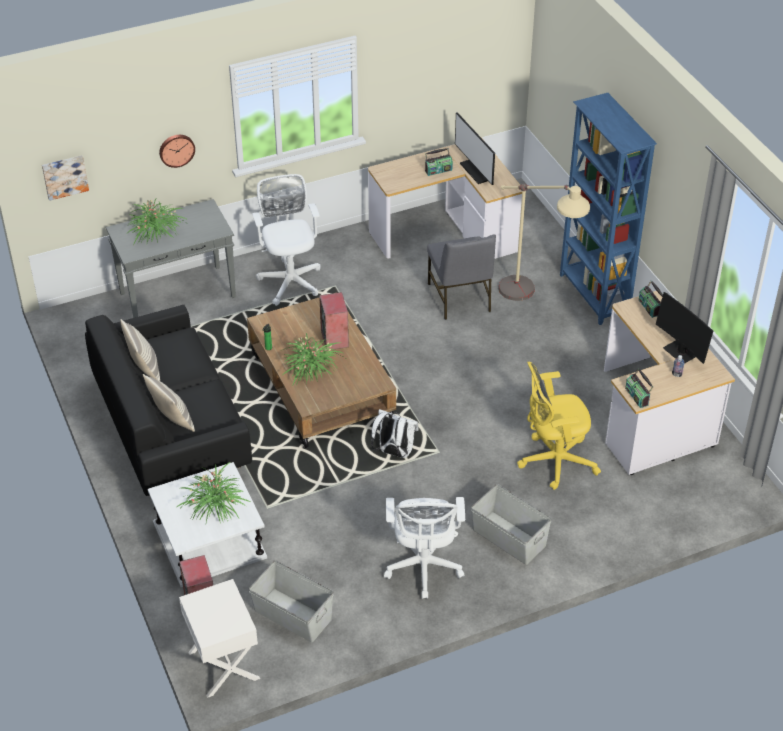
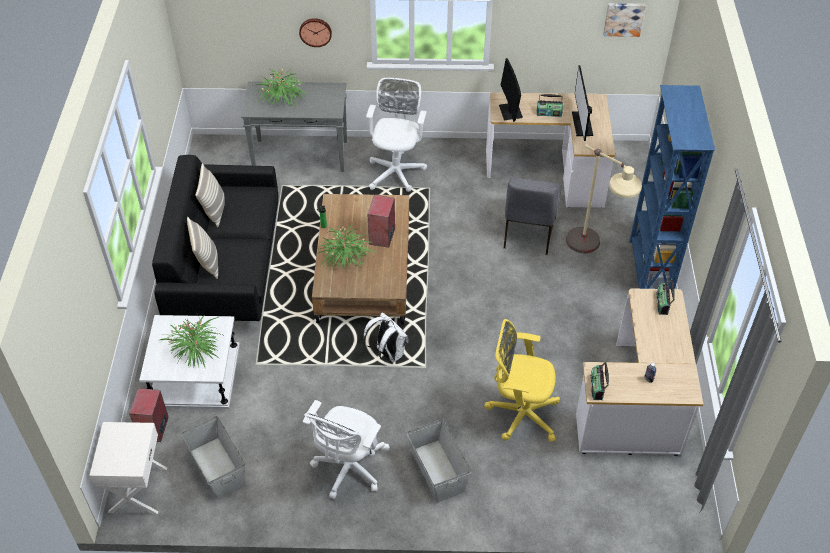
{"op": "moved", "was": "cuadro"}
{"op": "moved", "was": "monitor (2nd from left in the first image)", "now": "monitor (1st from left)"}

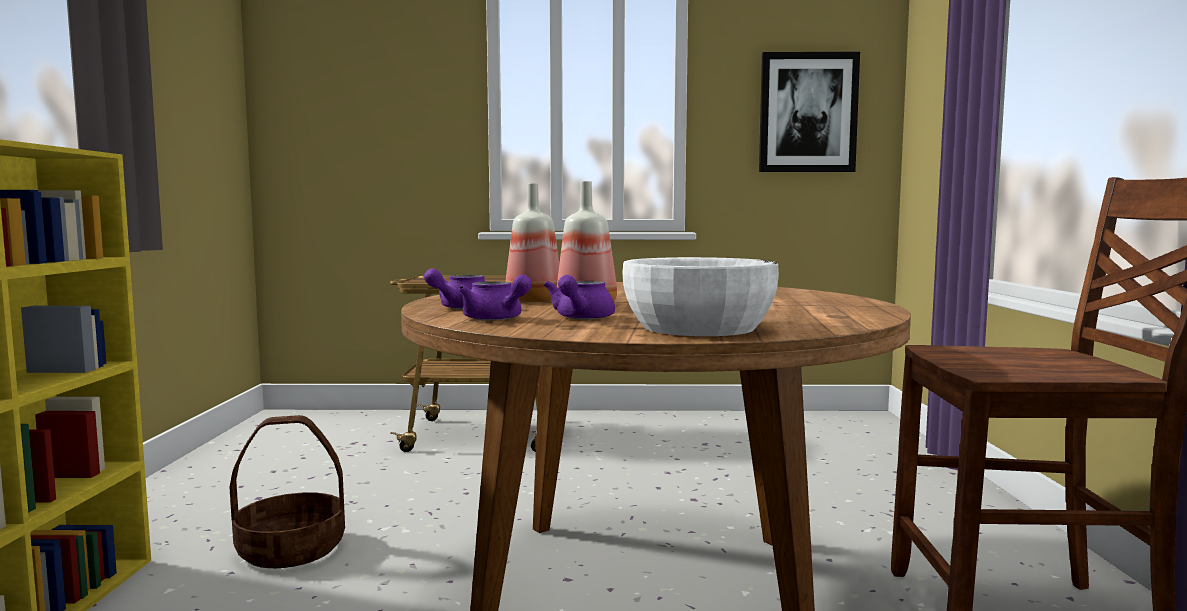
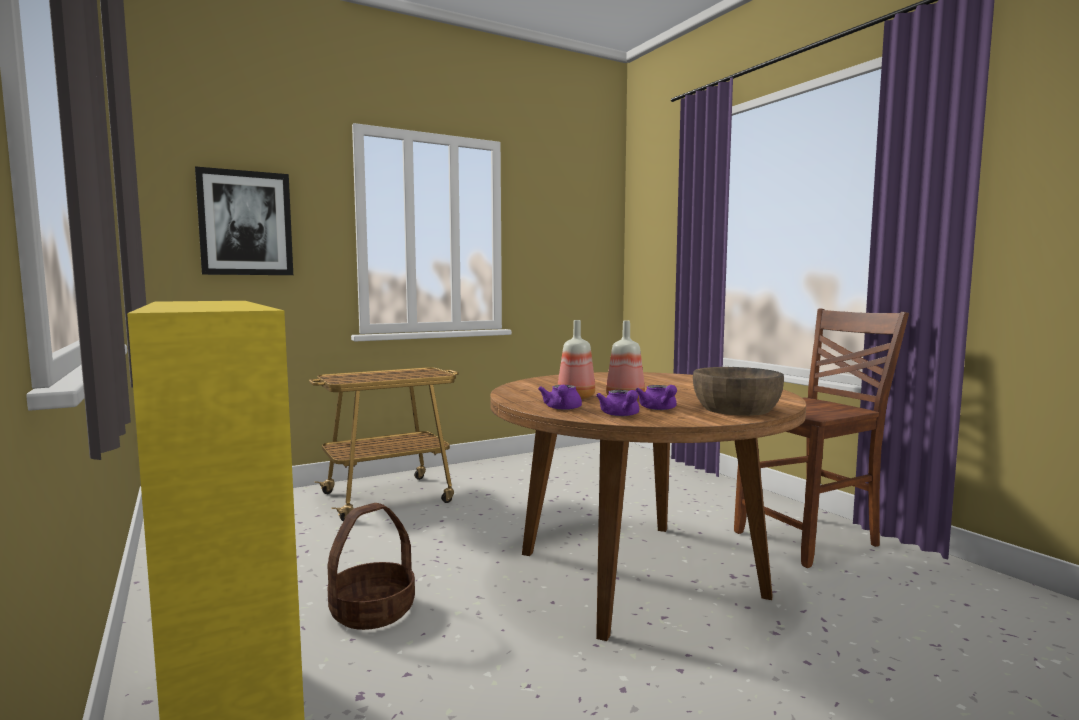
{"op": "moved", "was": "cuadro"}
{"op": "recoloured", "was": "cuenco/blanco", "now": "cuenco/marrón"}
{"op": "turned", "was": "tetera/morado (2nd from left)", "clockwise": 60}

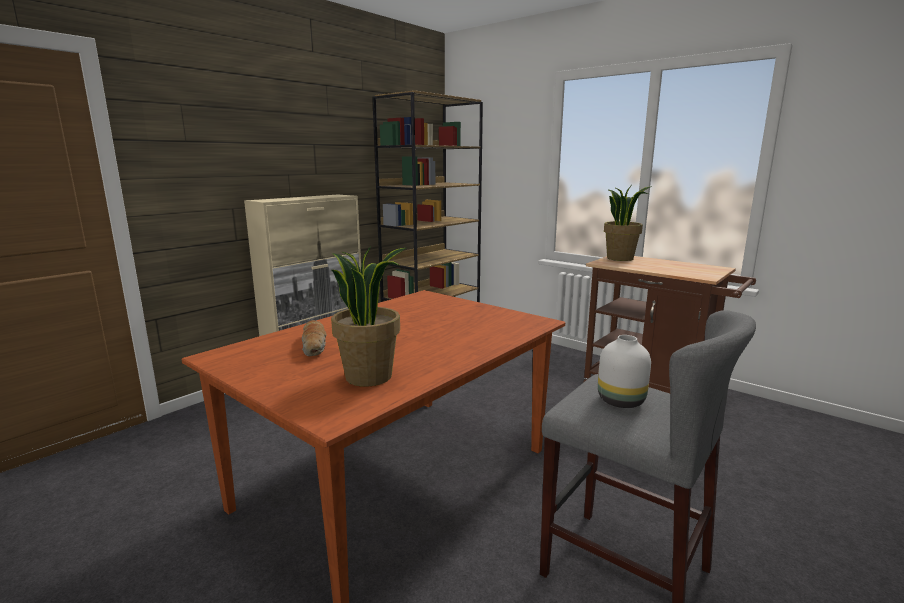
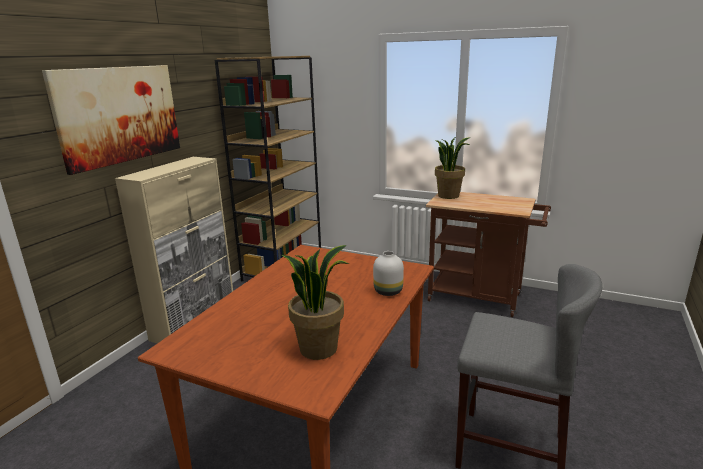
{"op": "removed", "was": "pan"}
{"op": "added", "now": "cuadro"}
{"op": "moved", "was": "florero/blanco"}

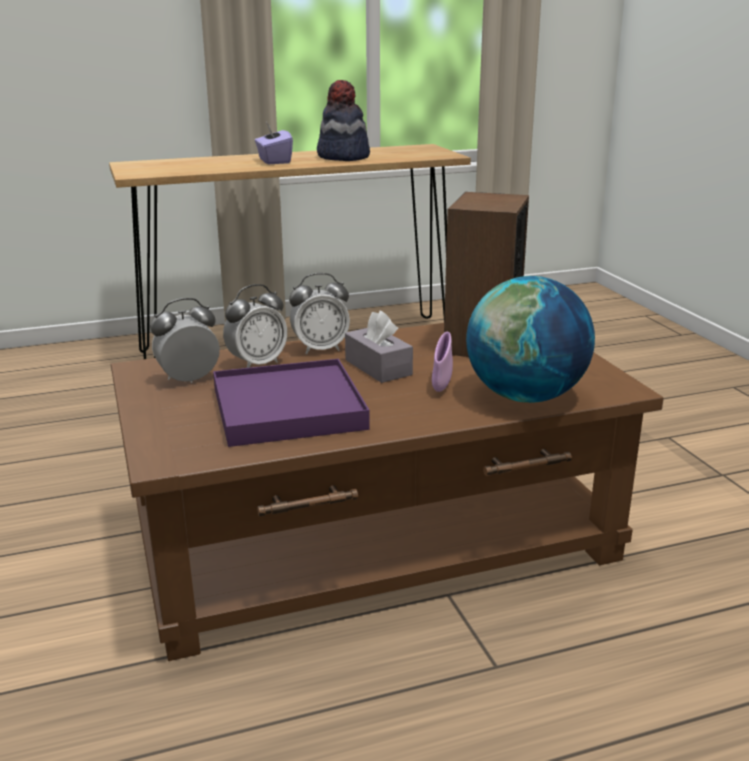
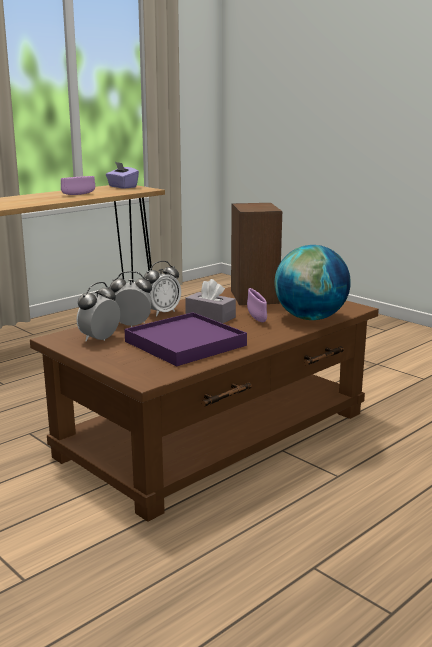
{"op": "moved", "was": "caja de pañuelos/morado"}
{"op": "replaced", "was": "sombrero", "now": "cuenco/morado (1st from left)"}
{"op": "turned", "was": "despertador (2nd from left)", "clockwise": -120}

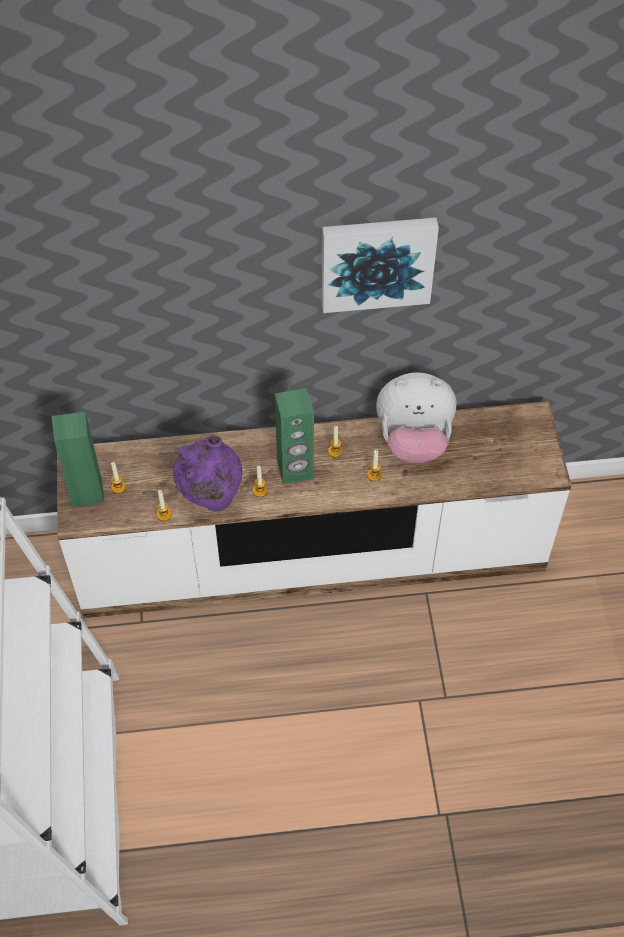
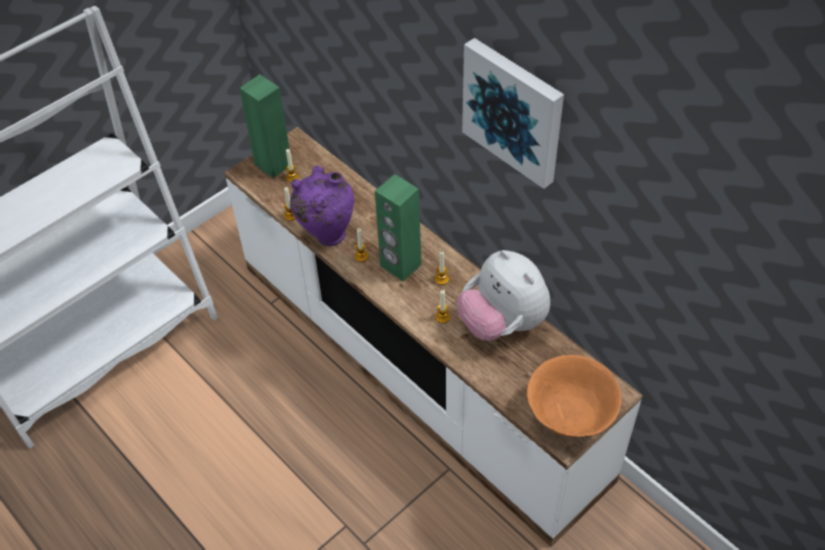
{"op": "added", "now": "cuenco/naranja"}

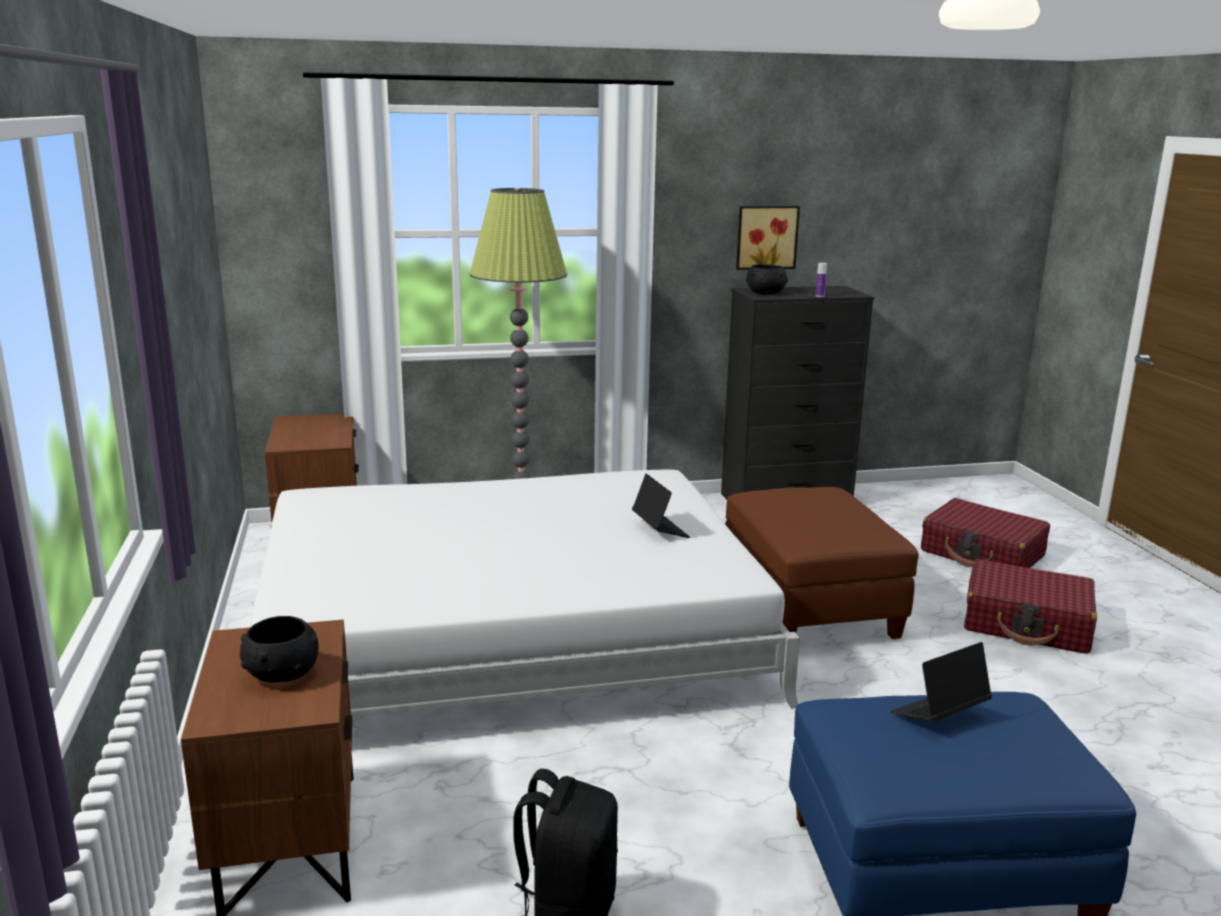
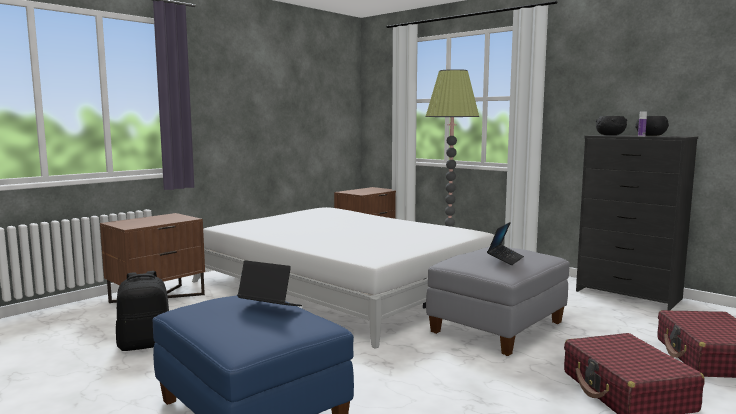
{"op": "removed", "was": "cuadro"}
{"op": "moved", "was": "cuenco/negro (1st from left in the first image)", "now": "cuenco/negro (2nd from left)"}
{"op": "moved", "was": "portátil (1st from left in the first image)", "now": "portátil (2nd from left)"}
{"op": "recoloured", "was": "puf/marrón", "now": "puf/gris"}

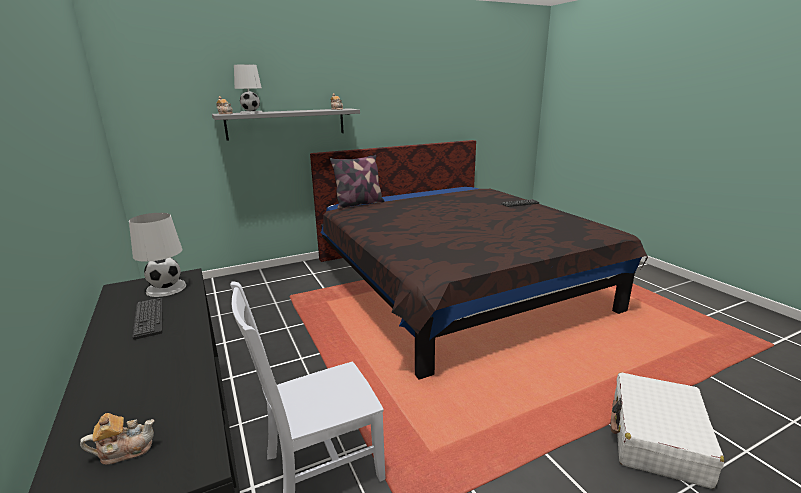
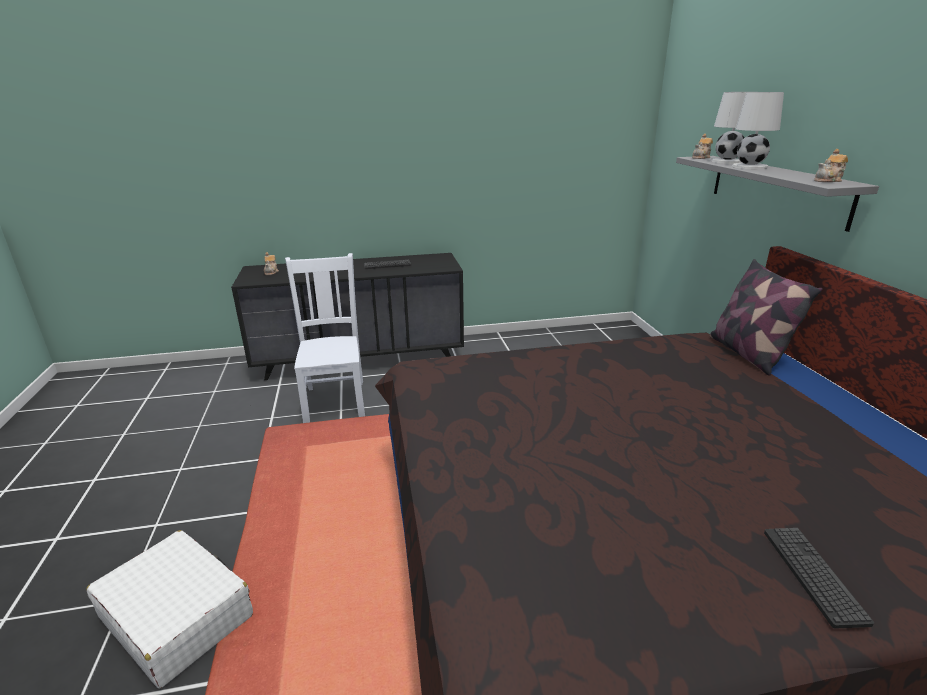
{"op": "moved", "was": "lámpara de mesa/blanco (1st from left in the first image)", "now": "lámpara de mesa/blanco (2nd from left)"}

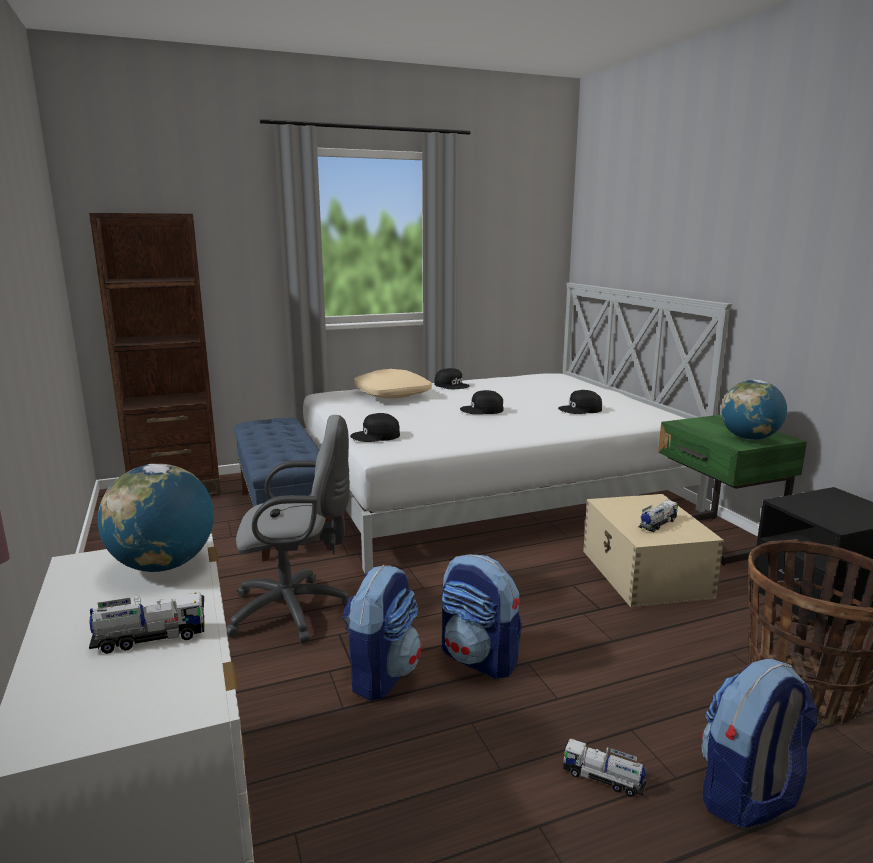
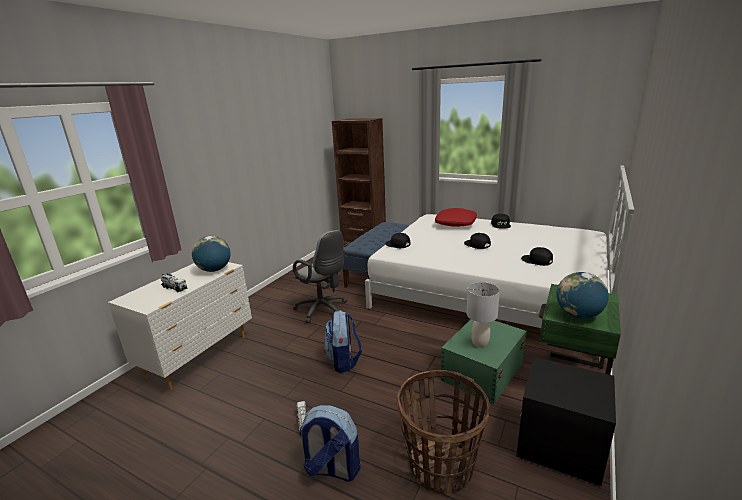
{"op": "removed", "was": "mochila (1st from left)"}
{"op": "replaced", "was": "camión de juguete (3rd from left)", "now": "lámpara de mesa/gris"}
{"op": "recoloured", "was": "cojín/beis", "now": "cojín/rojo"}
{"op": "recoloured", "was": "caja de almacenaje/beis", "now": "caja de almacenaje/verde"}

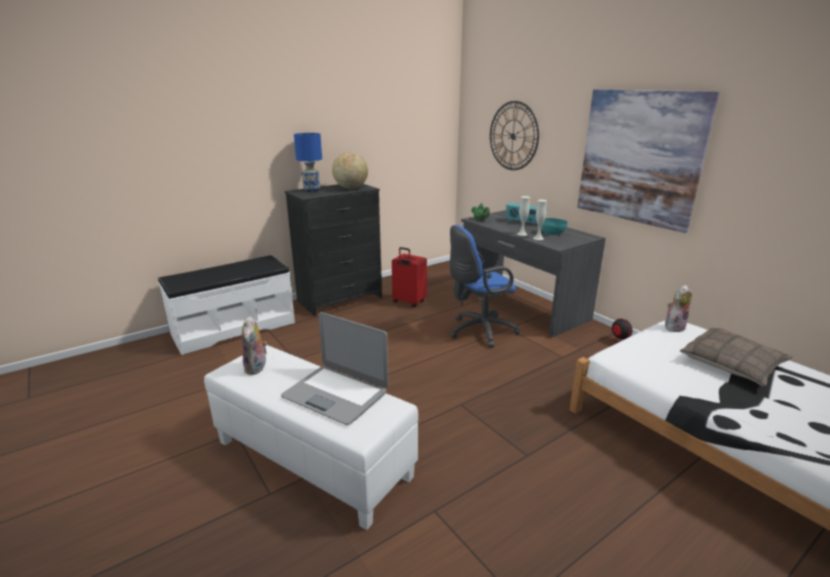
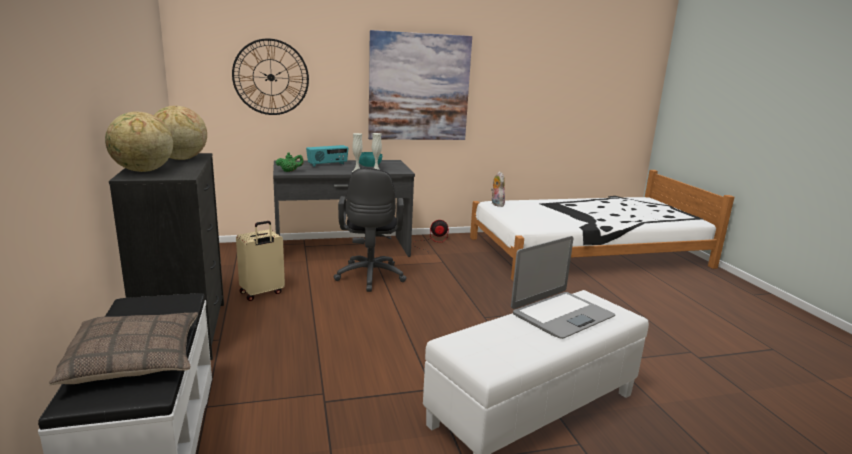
{"op": "removed", "was": "peluche (1st from left)"}
{"op": "moved", "was": "cojín"}
{"op": "replaced", "was": "lámpara de mesa/azul", "now": "globo terráqueo (1st from left)"}
{"op": "recoloured", "was": "maleta/rojo", "now": "maleta/beis"}
{"op": "recoloured", "was": "silla de oficina/azul", "now": "silla de oficina/negro"}

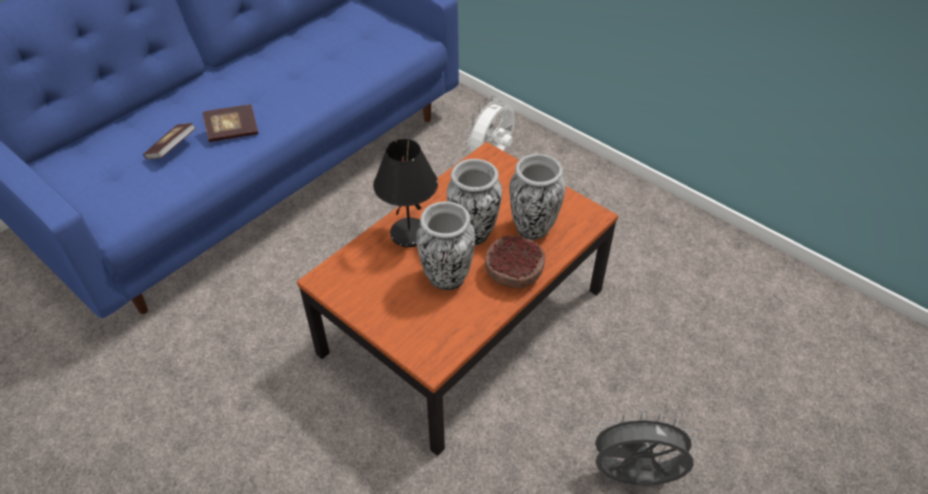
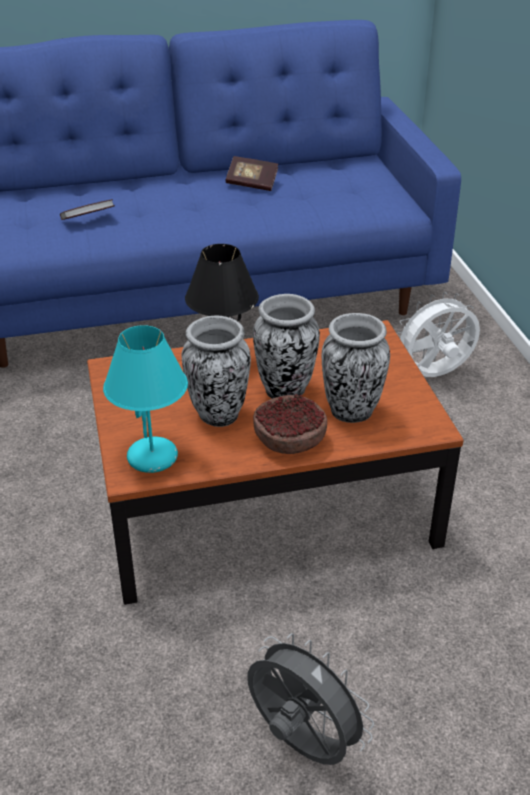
{"op": "added", "now": "lámpara de mesa/turquesa"}
{"op": "moved", "was": "libro (2nd from left)"}

